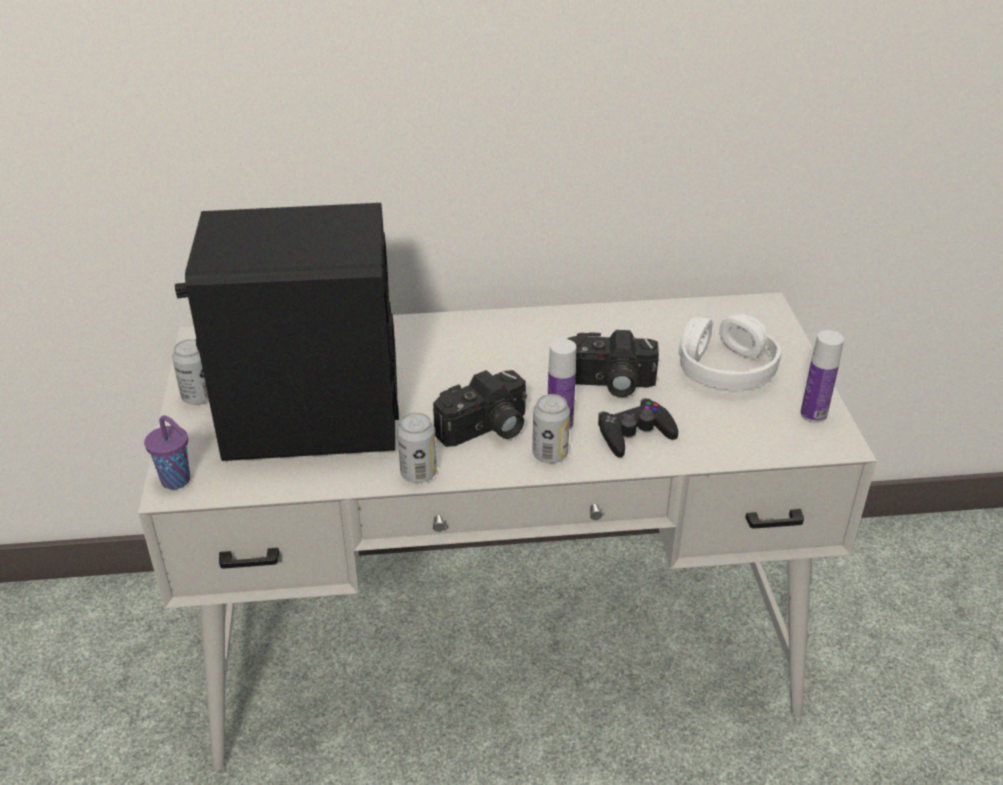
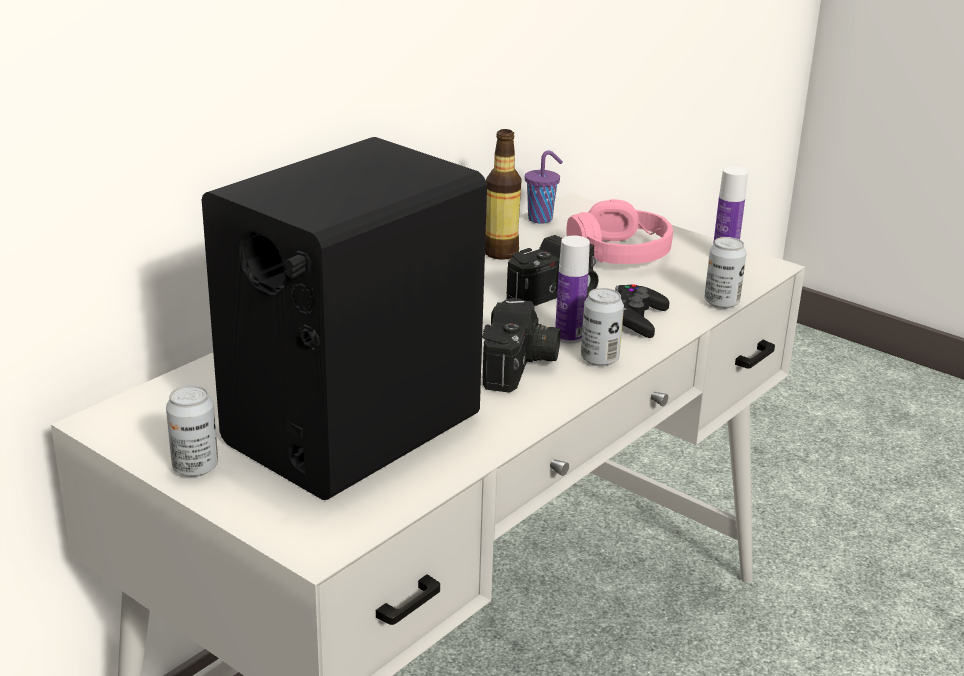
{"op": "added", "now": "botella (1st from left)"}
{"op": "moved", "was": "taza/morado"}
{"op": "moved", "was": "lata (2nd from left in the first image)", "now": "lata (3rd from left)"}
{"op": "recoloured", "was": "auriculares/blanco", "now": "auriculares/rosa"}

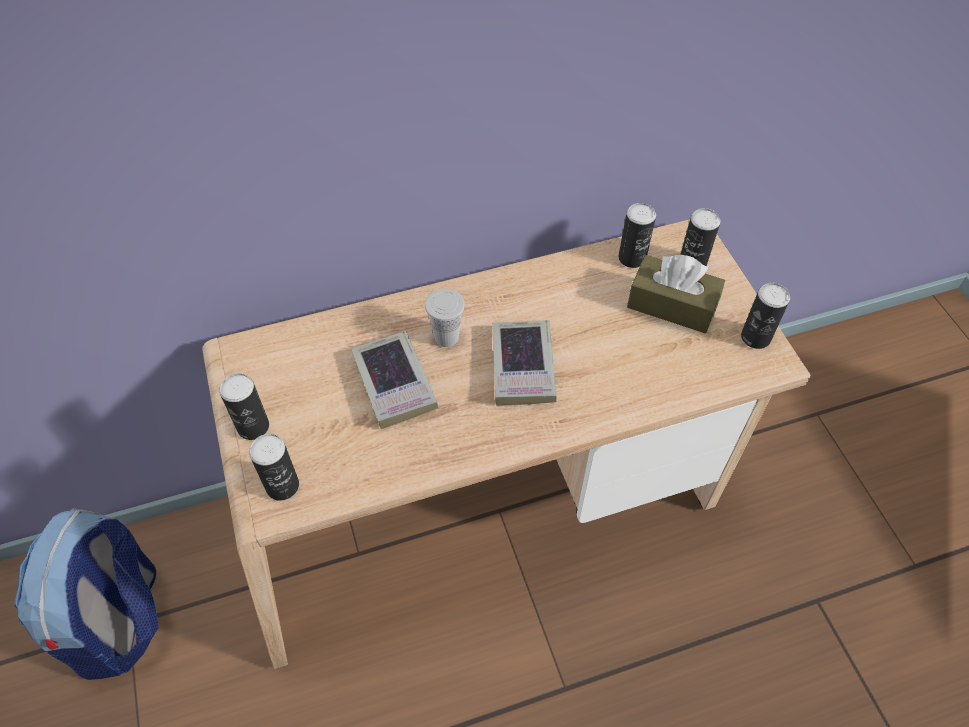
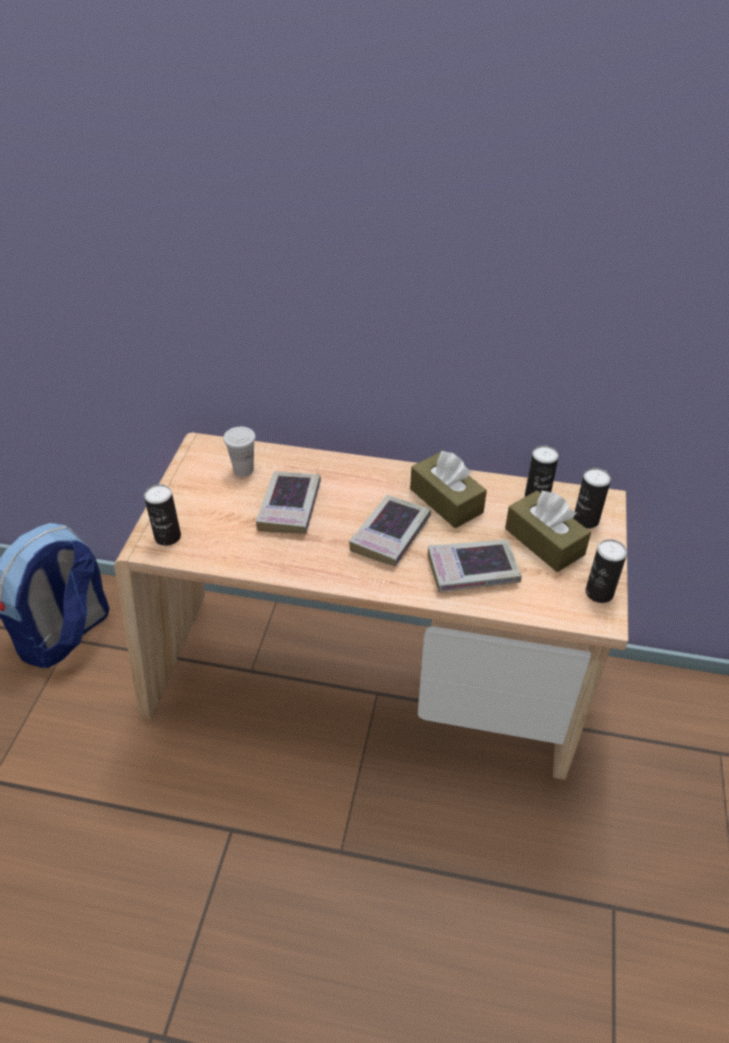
{"op": "removed", "was": "lata (1st from left)"}
{"op": "added", "now": "caja de pañuelos/marrón (1st from left)"}
{"op": "added", "now": "libro (3rd from left)"}
{"op": "moved", "was": "taza/blanco"}

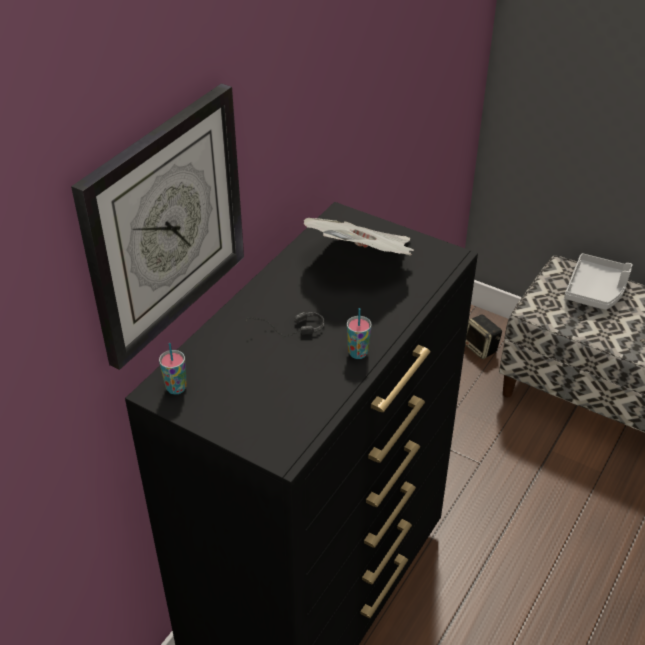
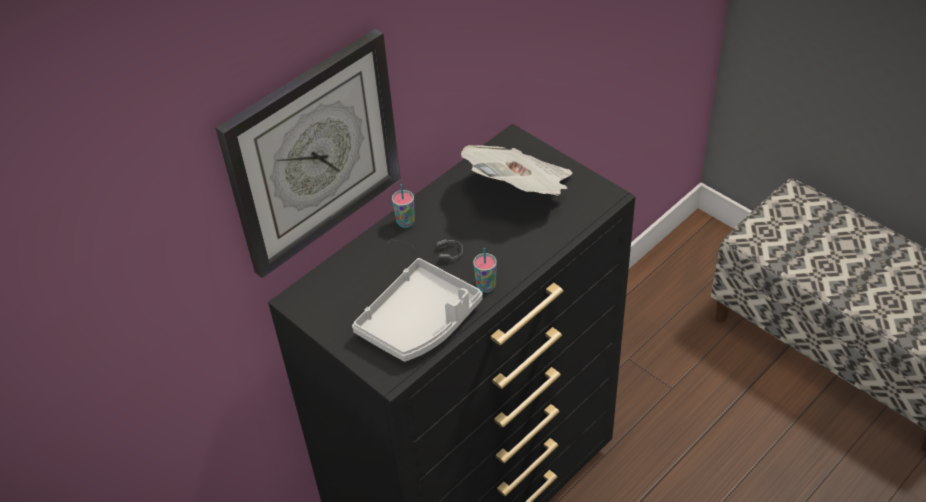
{"op": "removed", "was": "altavoz"}
{"op": "moved", "was": "taza (1st from left)"}
{"op": "moved", "was": "bandeja/gris"}

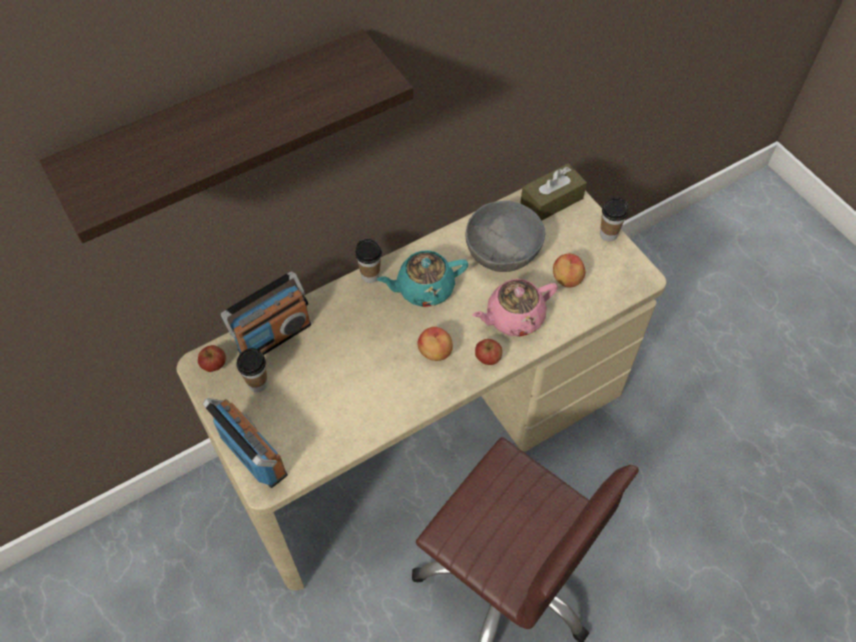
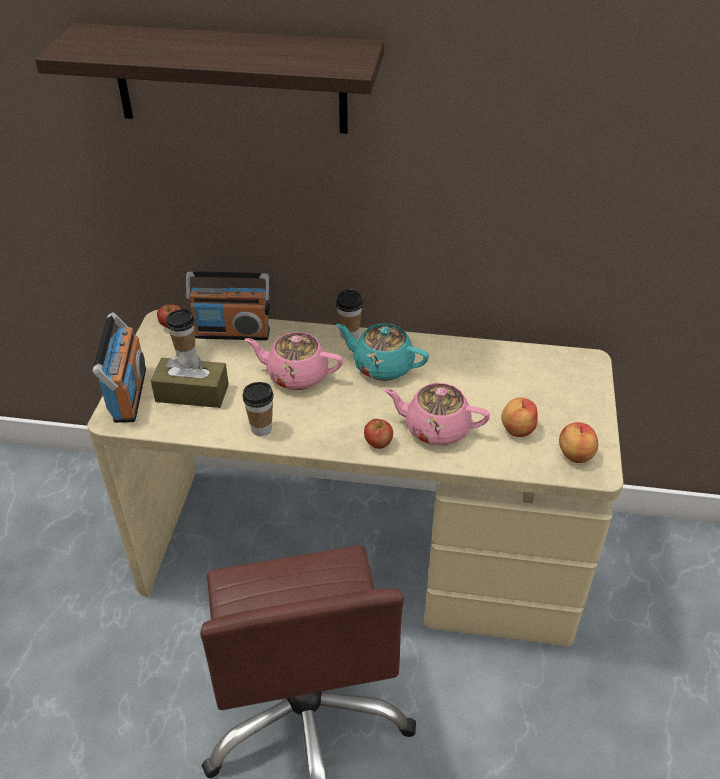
{"op": "removed", "was": "cuenco/gris"}
{"op": "added", "now": "tetera/rosa (1st from left)"}
{"op": "moved", "was": "manzana (2nd from left in the first image)", "now": "manzana (4th from left)"}
{"op": "moved", "was": "caja de pañuelos/marrón"}
{"op": "moved", "was": "taza (3rd from left in the first image)", "now": "taza (2nd from left)"}

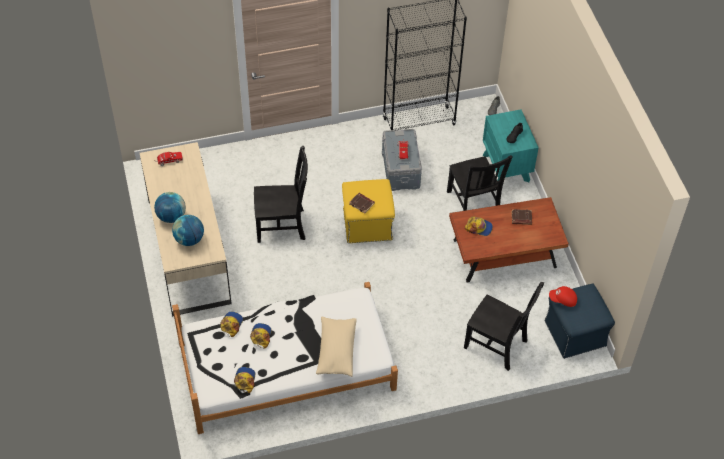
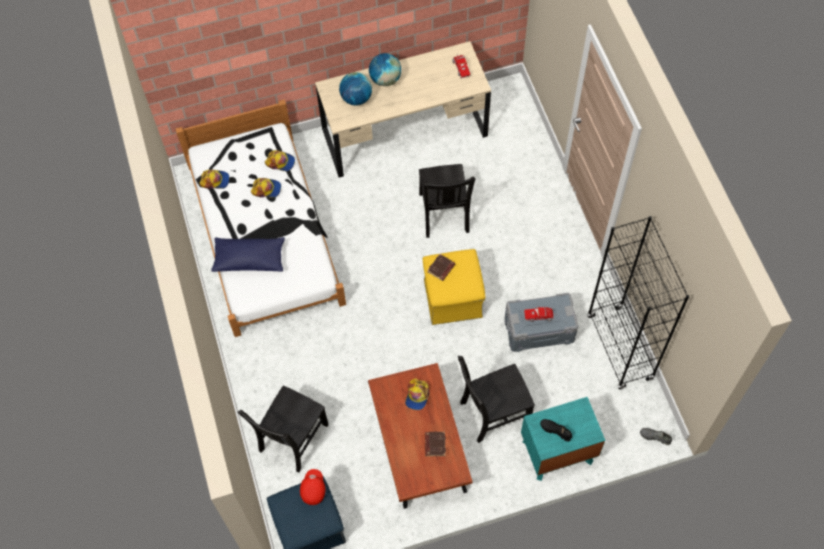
{"op": "recoloured", "was": "cojín/beis", "now": "cojín/azul"}

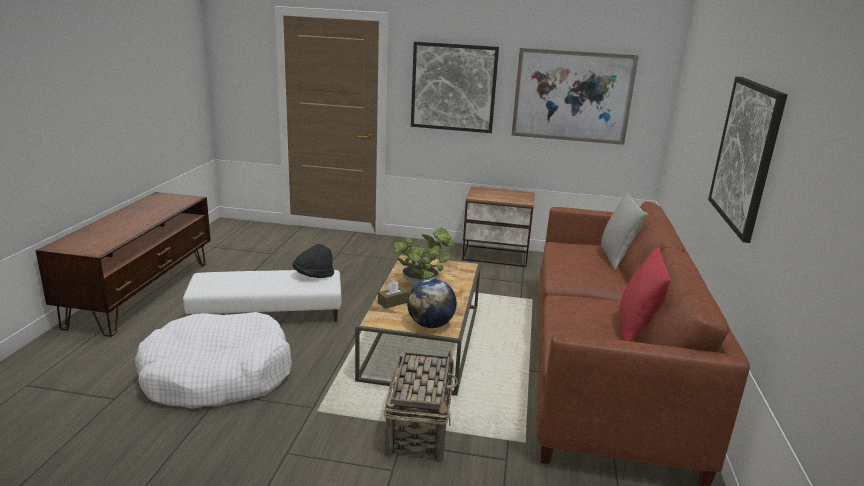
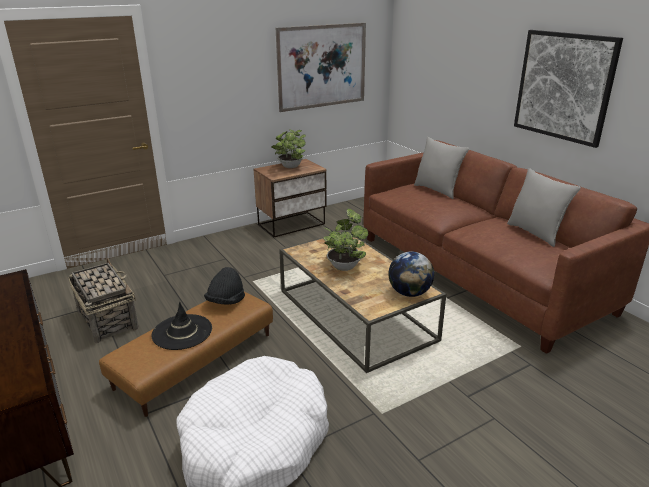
{"op": "removed", "was": "caja de pañuelos/marrón"}
{"op": "removed", "was": "cuadro (1st from left)"}
{"op": "added", "now": "sombrero/negro (1st from left)"}
{"op": "added", "now": "planta en maceta (1st from left)"}
{"op": "moved", "was": "cesta"}
{"op": "recoloured", "was": "puf/blanco", "now": "puf/marrón"}
{"op": "recoloured", "was": "cojín/rojo", "now": "cojín/gris (2nd from left)"}

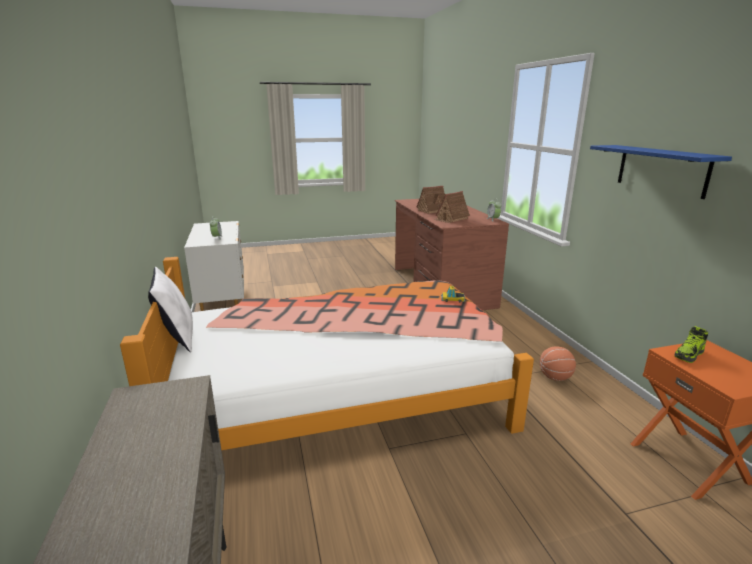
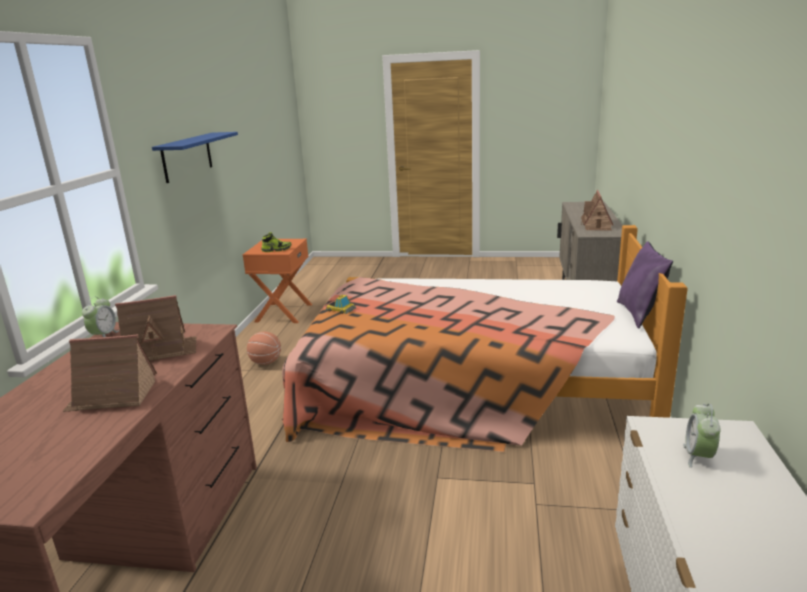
{"op": "added", "now": "casita (3rd from left)"}
{"op": "recoloured", "was": "cojín/blanco", "now": "cojín/morado"}

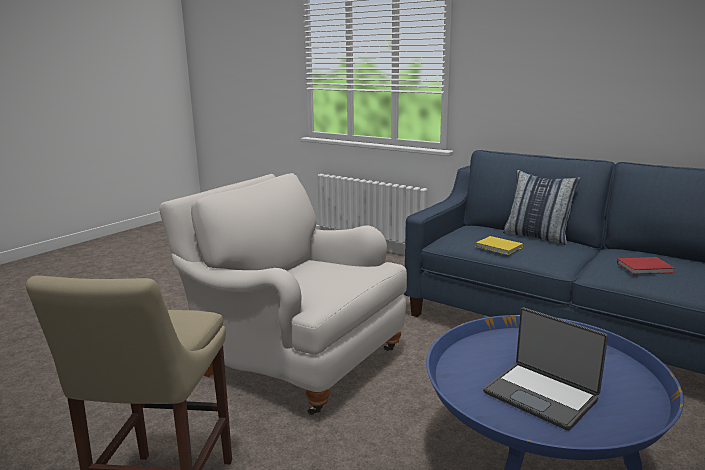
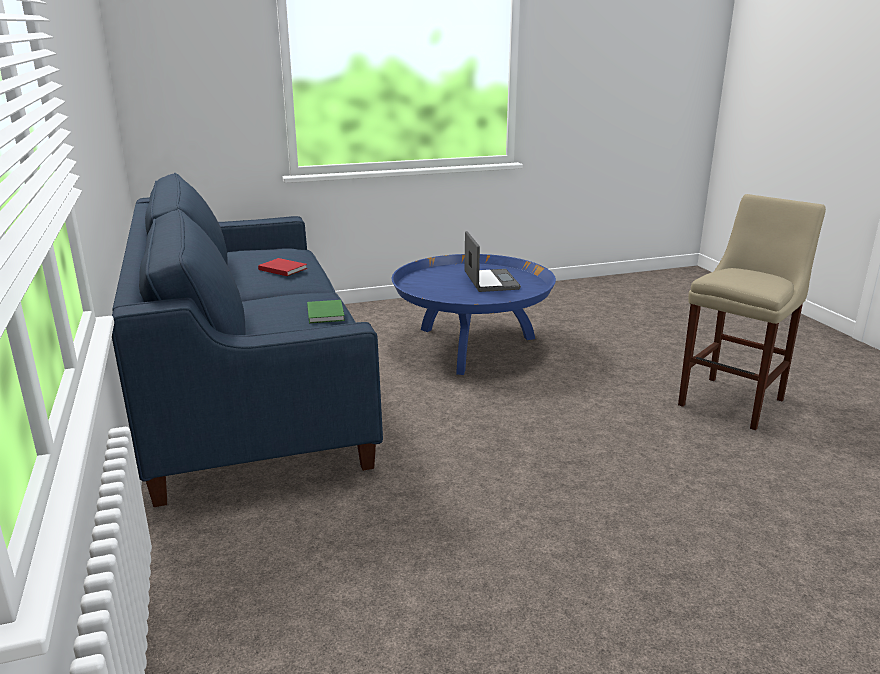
{"op": "removed", "was": "sillón/blanco"}
{"op": "removed", "was": "cojín"}
{"op": "recoloured", "was": "libro/amarillo", "now": "libro/verde"}

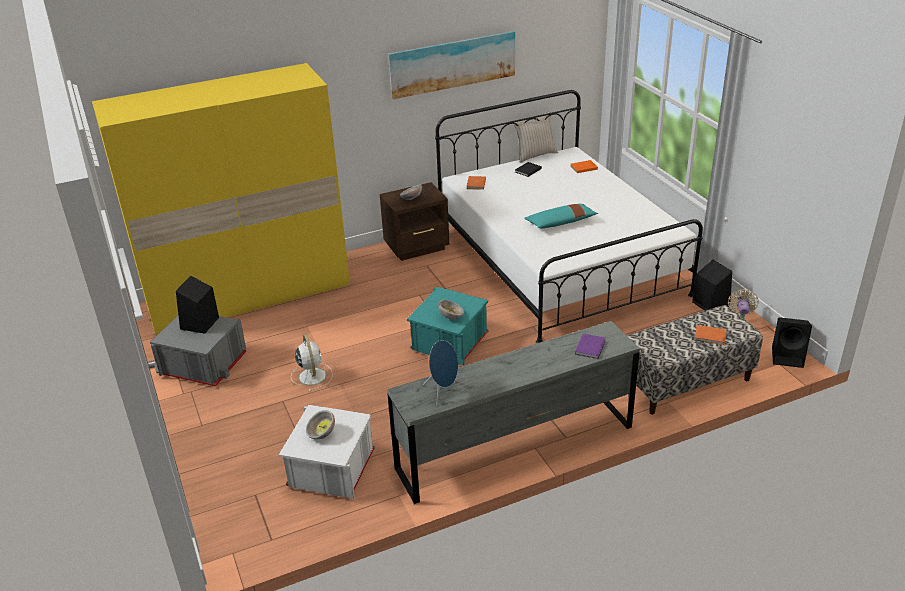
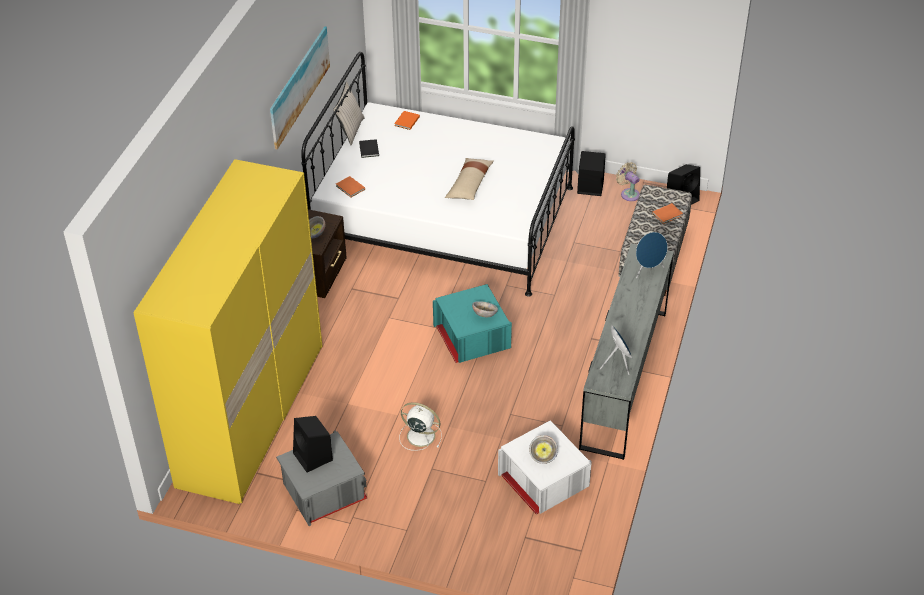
{"op": "replaced", "was": "libro/morado", "now": "altavoz/azul (2nd from left)"}
{"op": "recoloured", "was": "cojín/turquesa", "now": "cojín/beis (2nd from left)"}

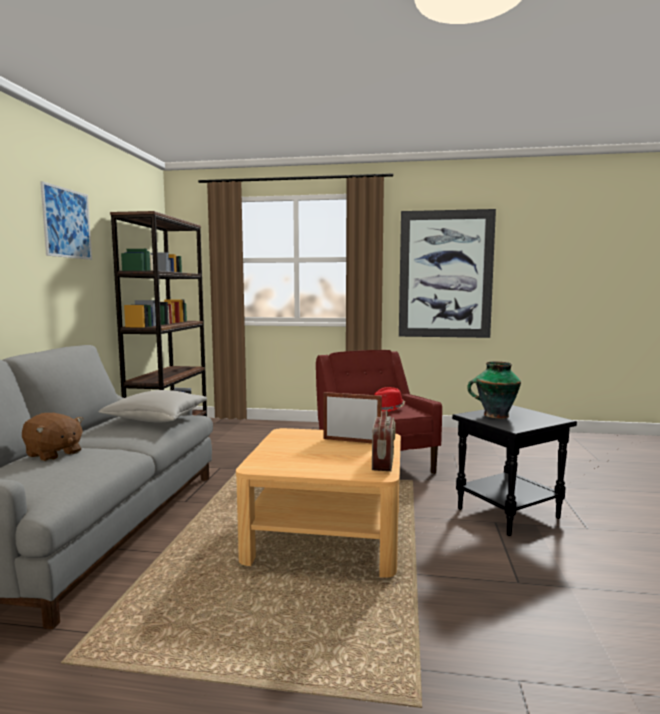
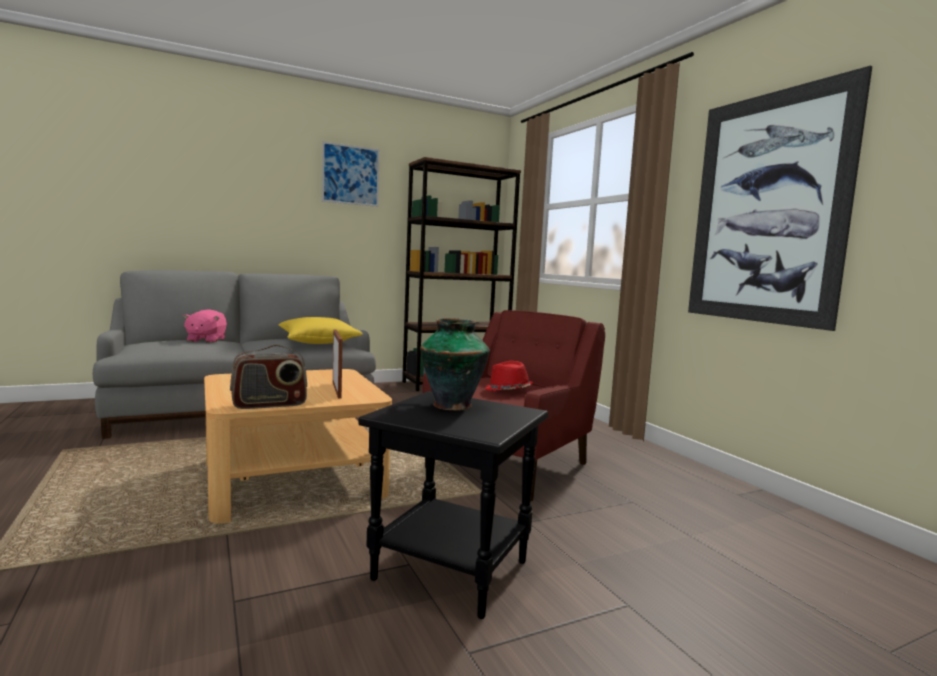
{"op": "recoloured", "was": "peluche/marrón", "now": "peluche/rosa"}
{"op": "recoloured", "was": "cojín/gris", "now": "cojín/amarillo"}

